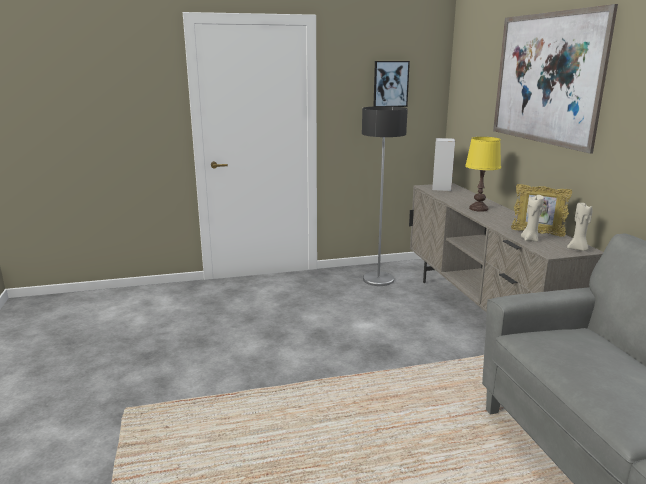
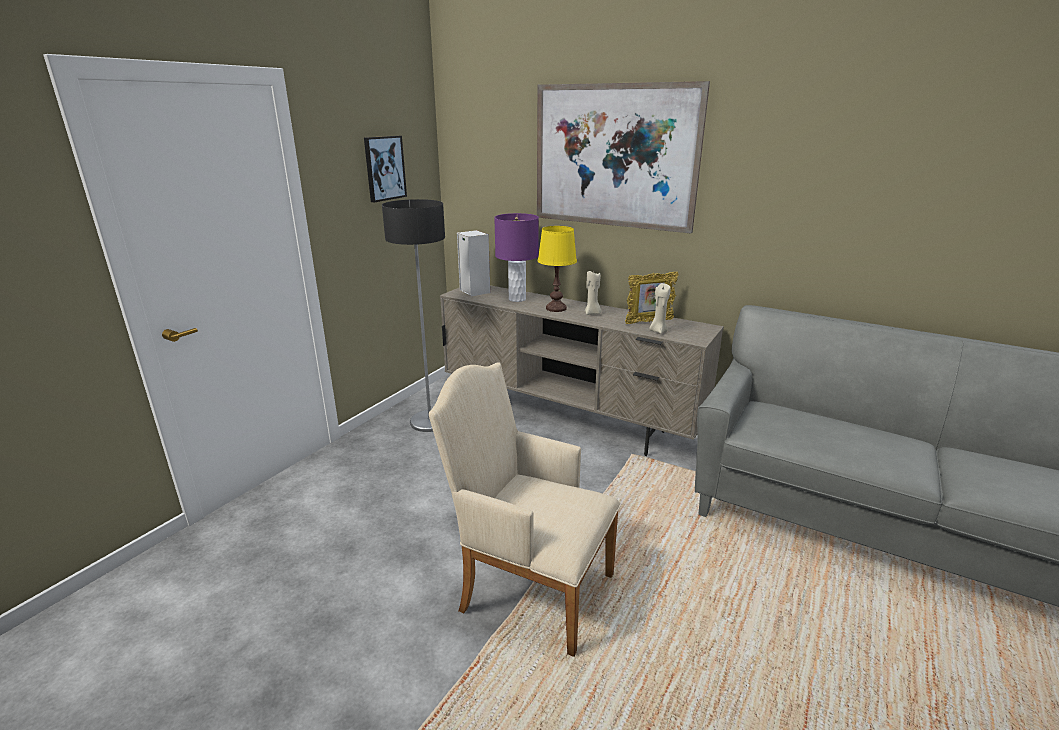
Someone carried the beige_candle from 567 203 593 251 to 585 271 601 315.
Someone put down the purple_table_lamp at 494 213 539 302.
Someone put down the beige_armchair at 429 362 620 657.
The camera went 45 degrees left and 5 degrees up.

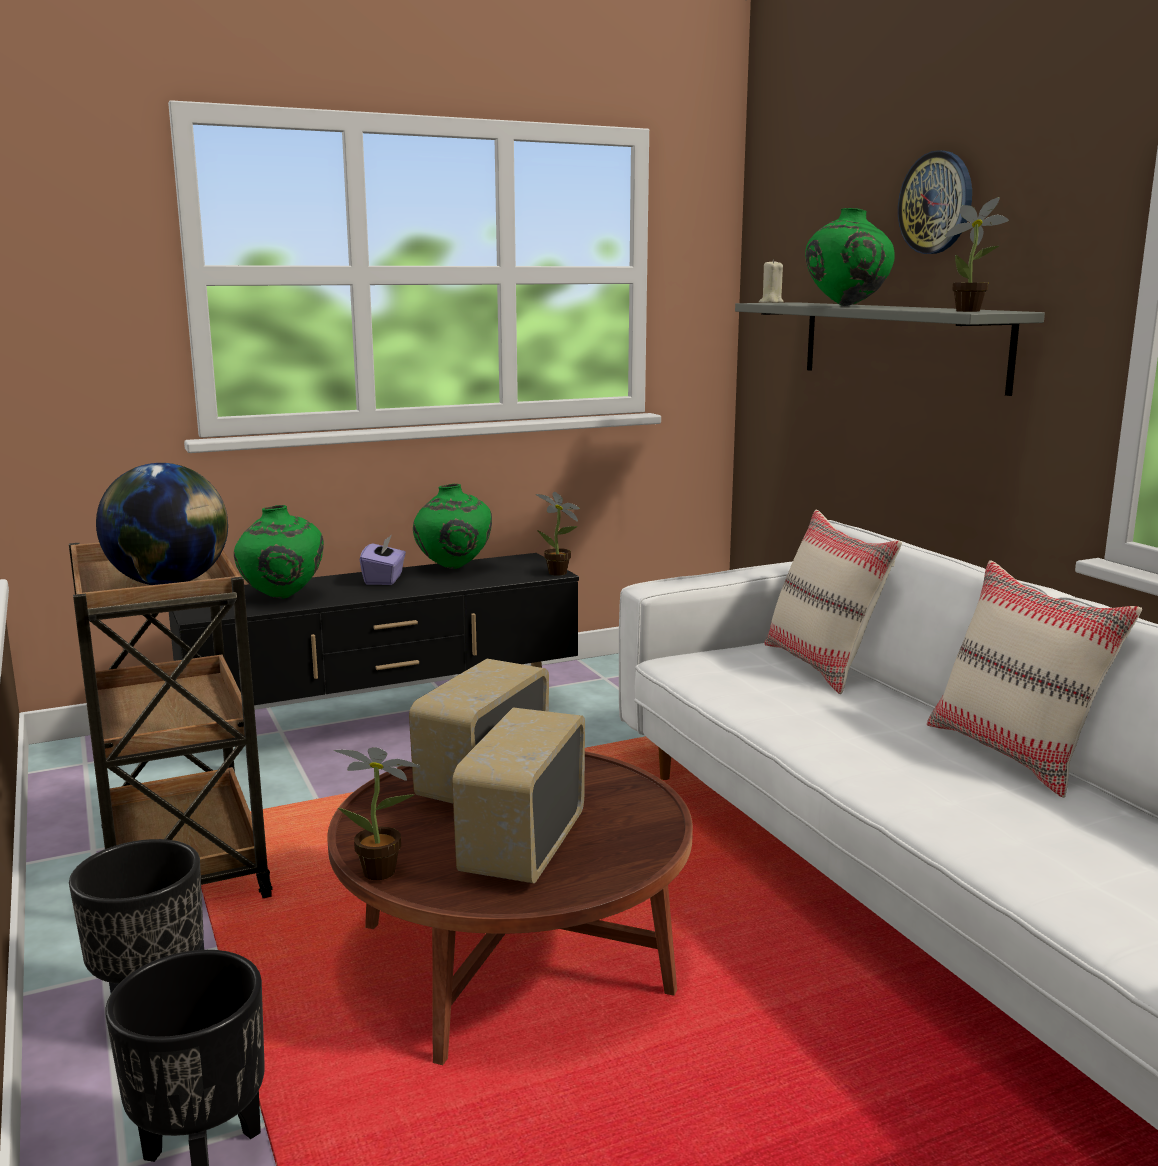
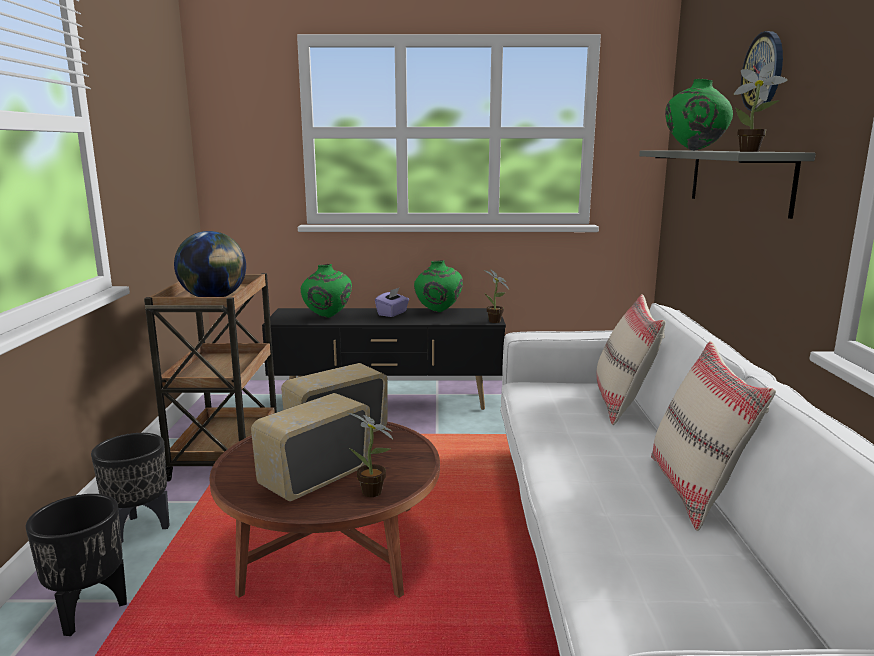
Someone took away the beige_candle at 759 259 784 303.
Someone carried the potted_plant from 334 747 420 880 to 348 413 393 497.
The camera went 25 degrees right and 0 degrees up.

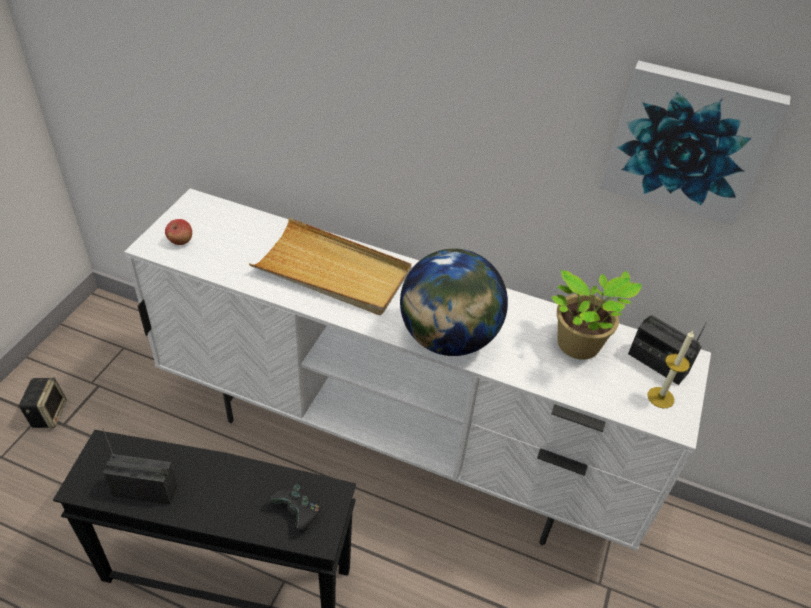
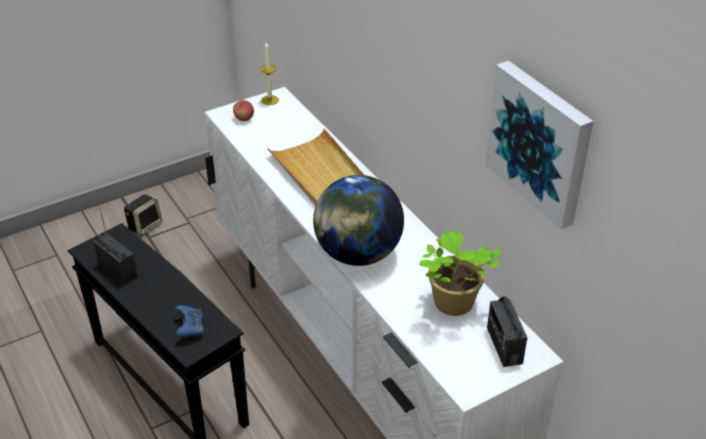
Someone carried the candle from 648 331 694 408 to 260 42 279 105.
Someone repainted the black_game_controller at 268 484 321 531, which became the blue_game_controller at 175 305 204 337.
The camera went 40 degrees right and 5 degrees down.

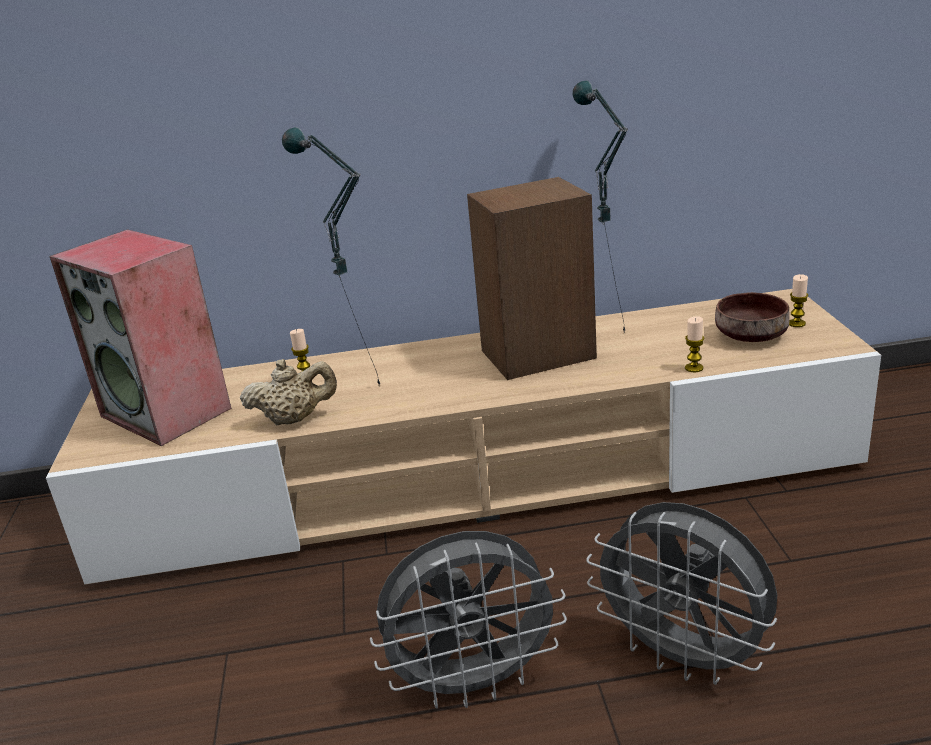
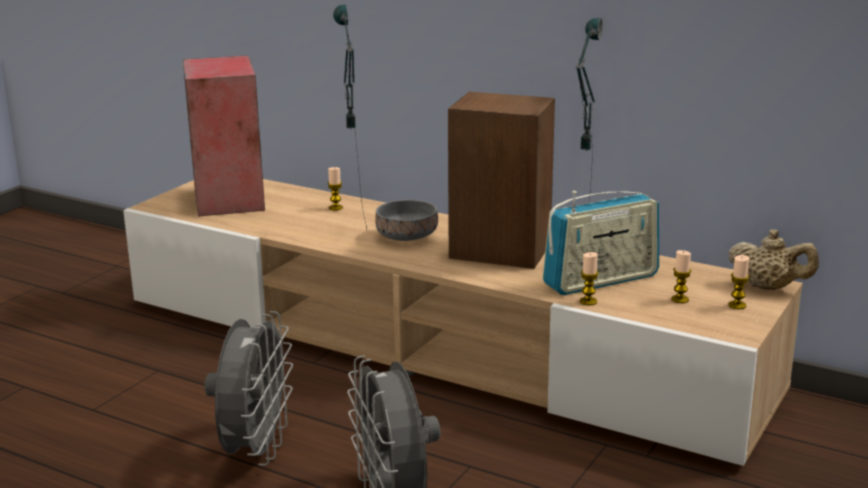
Someone swapped the brown_bowl at 715 292 790 342 for the candle at 671 250 691 303.
Someone carried the beige_teapot from 240 359 337 425 to 728 229 819 290.
Someone rotated the grey_fan at 370 531 567 708 by 105 degrees counterclockwise.
Someone put down the radio at 543 191 659 295.
Someone put down the grey_bowl at 375 200 438 241.
The camera went 35 degrees right and 5 degrees down.

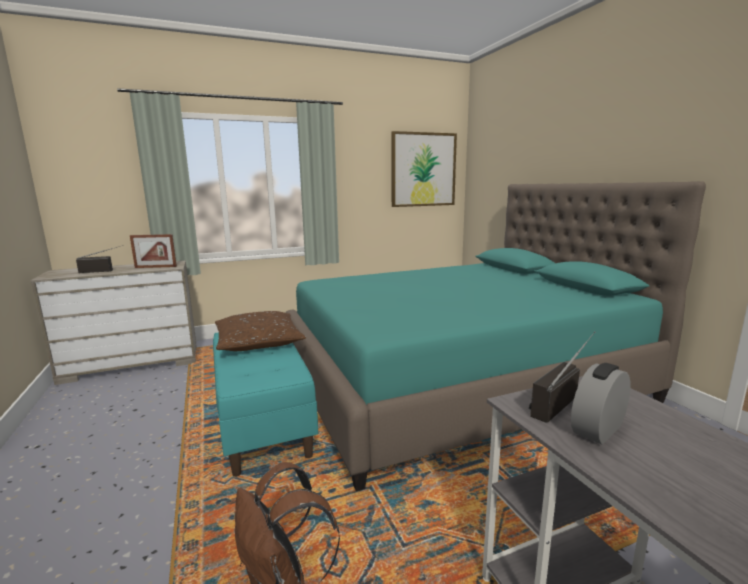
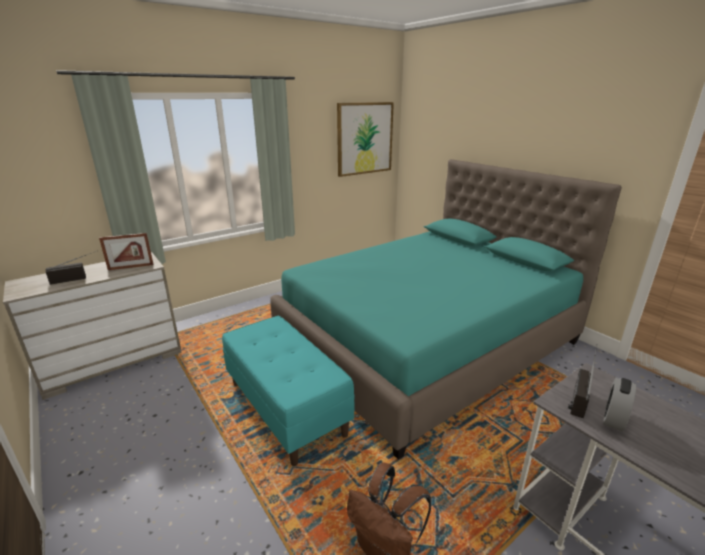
Someone took away the brown_pillow at 215 311 306 351.
The camera went 15 degrees left and 10 degrees up.

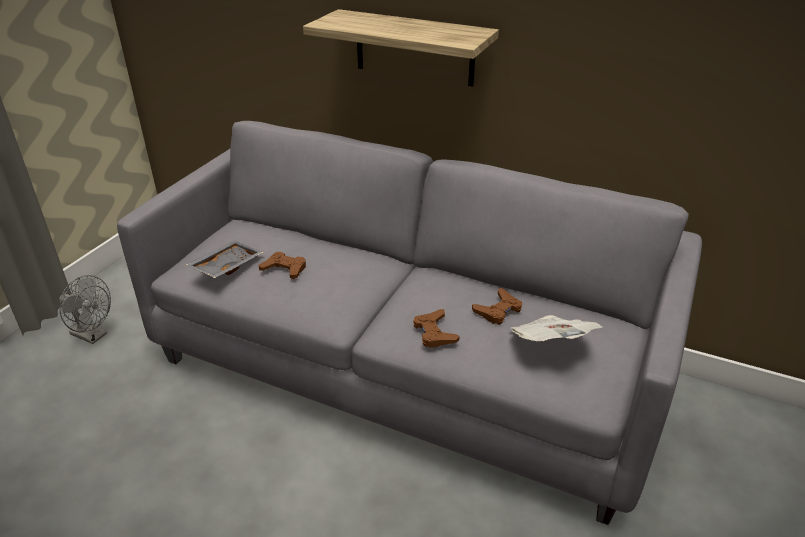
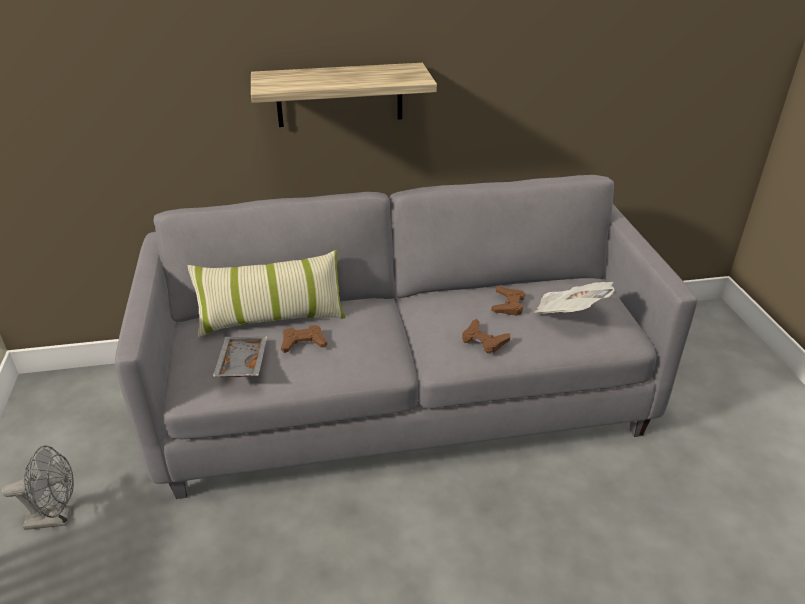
Someone put down the pillow at 188 250 346 338.
The camera went 35 degrees left and 0 degrees up.

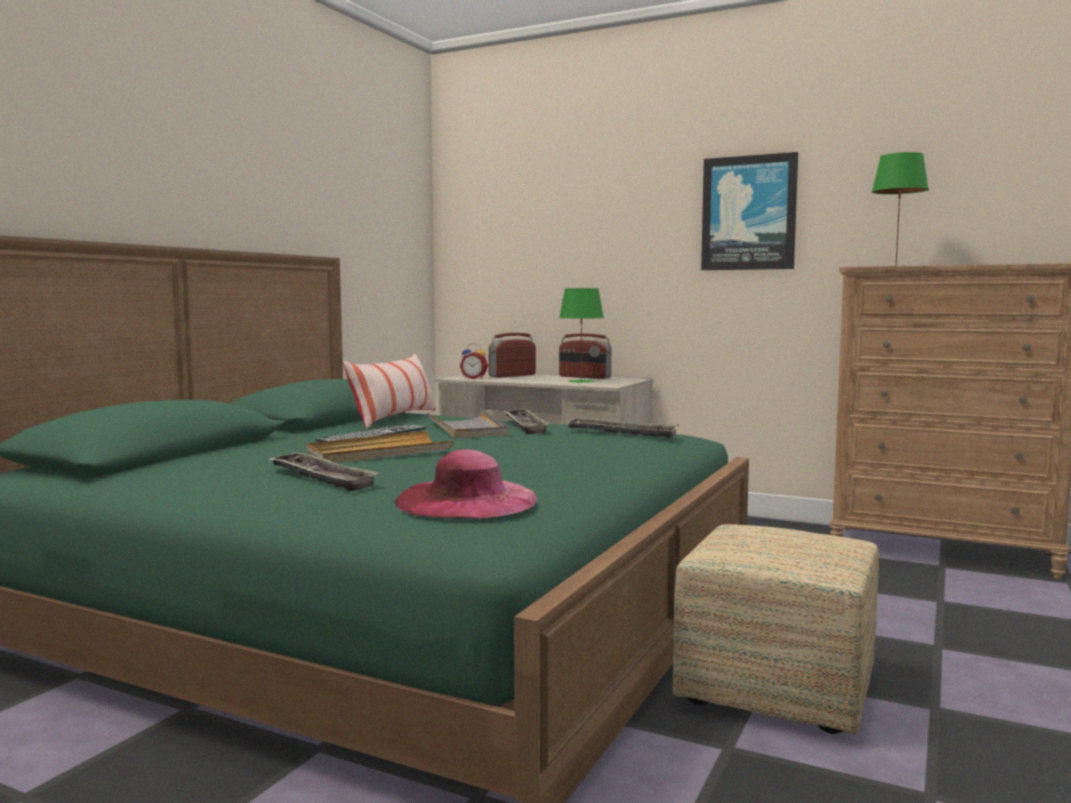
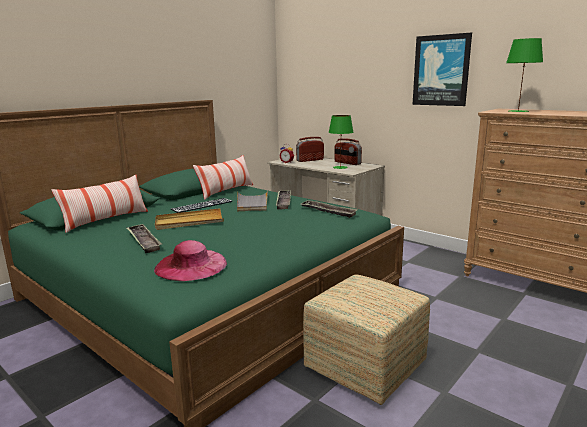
Someone put down the pillow at 52 175 148 233.
The camera went 15 degrees right and 10 degrees up.

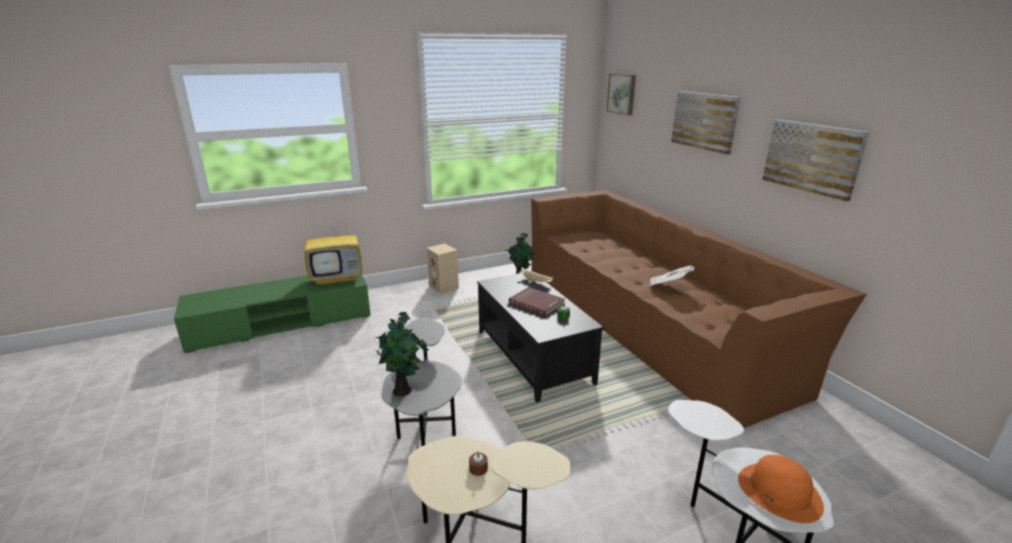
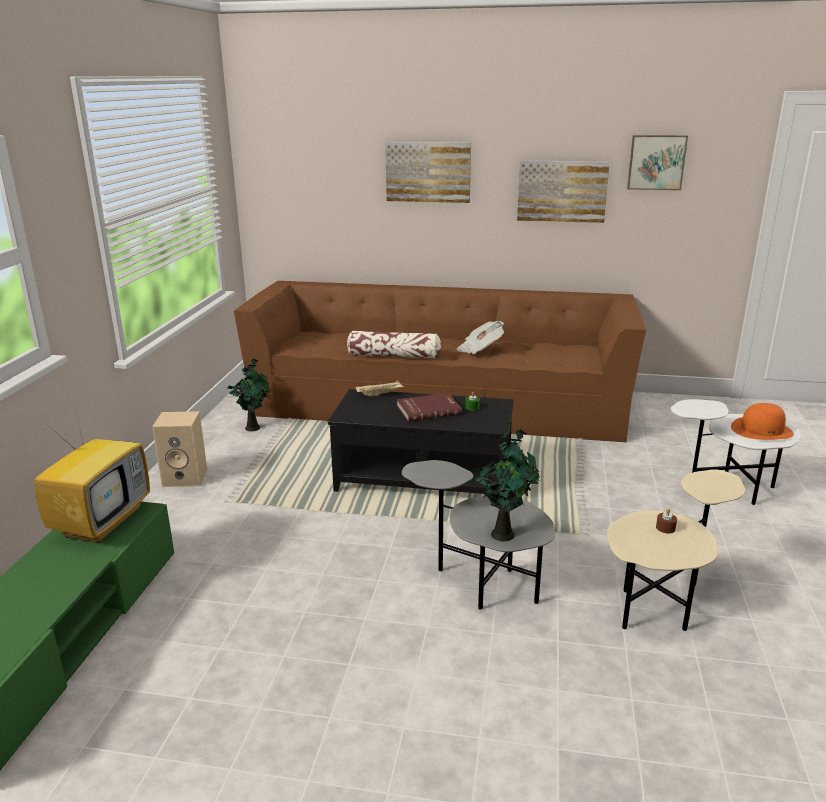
Someone carried the picture from 607 74 636 115 to 627 135 688 190.
Someone put down the pillow at 347 330 441 359.
The camera went 55 degrees left and 0 degrees up.

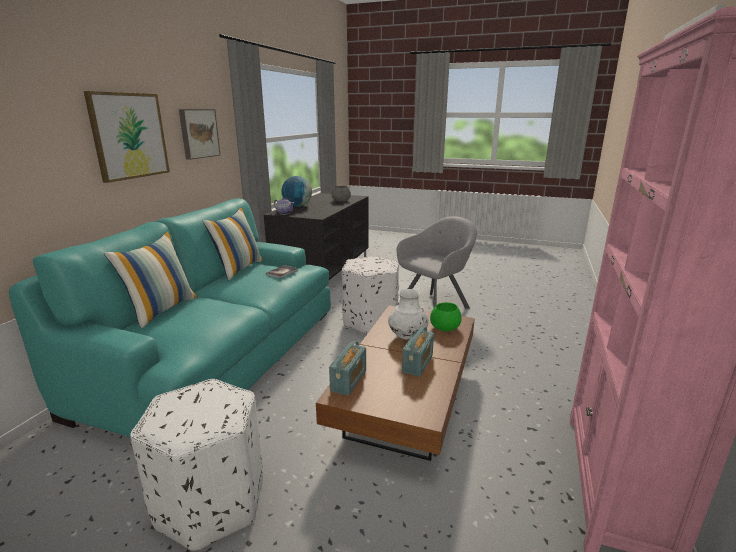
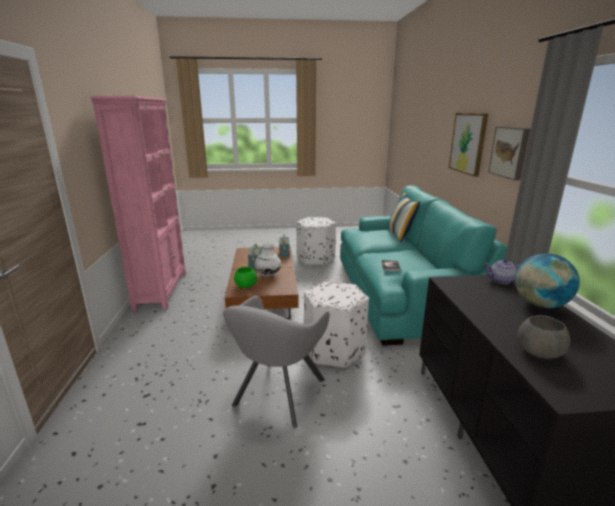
Someone took away the pillow at 203 207 263 280.
The camera went 155 degrees right and 0 degrees up.

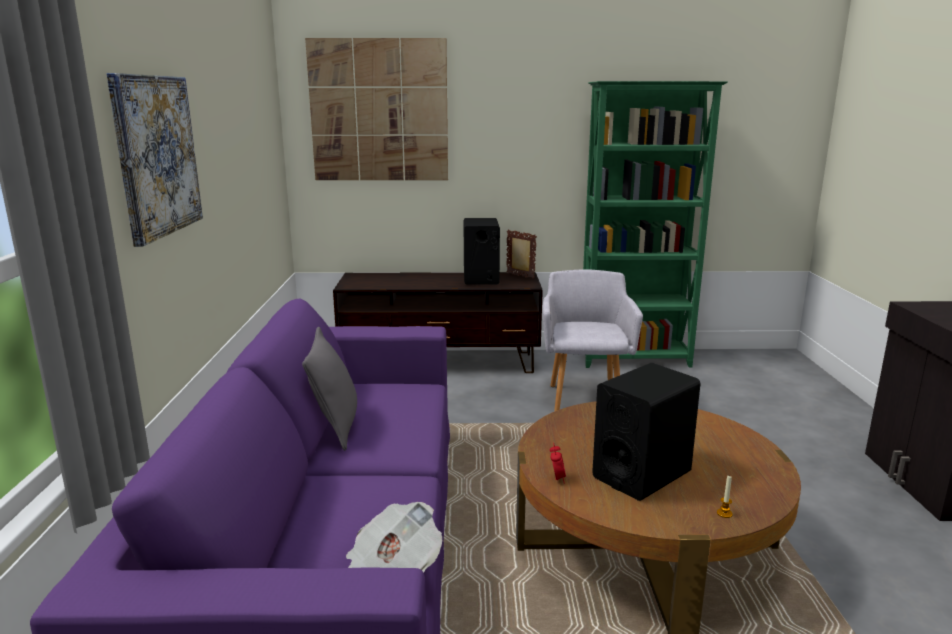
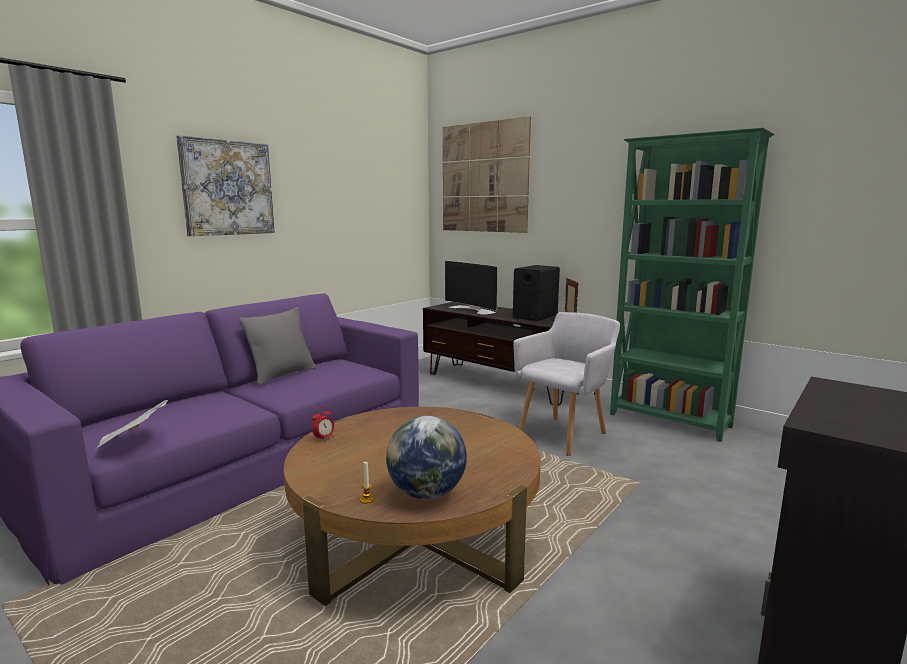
Someone took away the black_speaker at 592 363 701 501.
Someone put down the television at 445 261 498 315.
Someone put down the globe at 386 416 467 499.
The camera went 40 degrees right and 5 degrees down.

